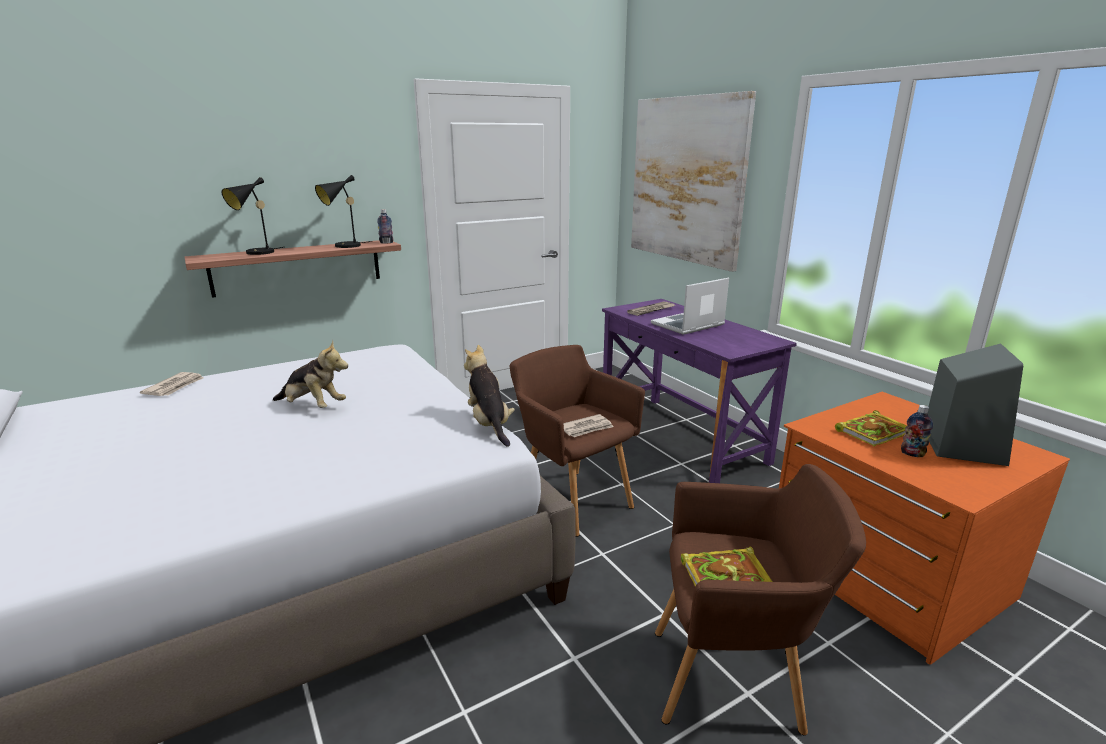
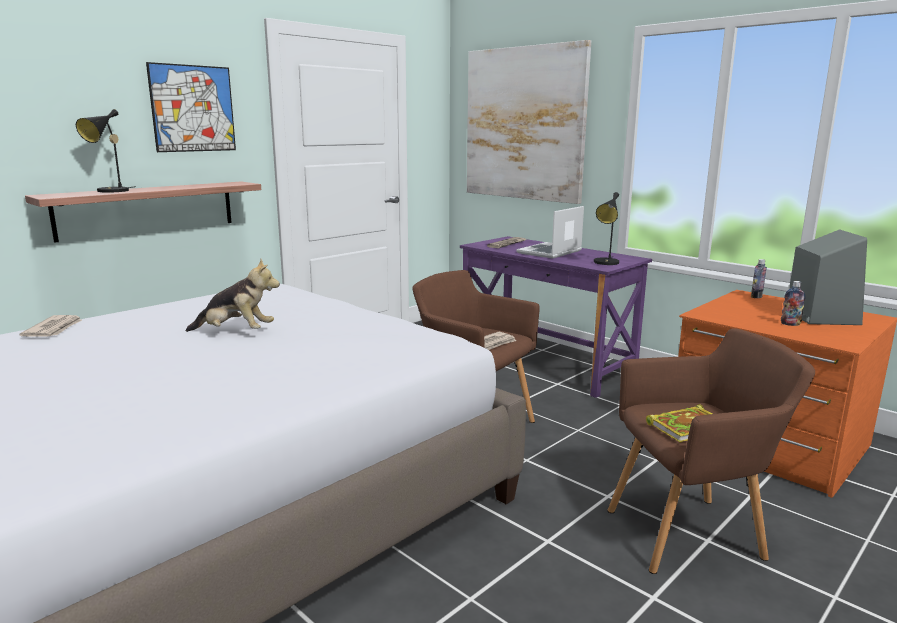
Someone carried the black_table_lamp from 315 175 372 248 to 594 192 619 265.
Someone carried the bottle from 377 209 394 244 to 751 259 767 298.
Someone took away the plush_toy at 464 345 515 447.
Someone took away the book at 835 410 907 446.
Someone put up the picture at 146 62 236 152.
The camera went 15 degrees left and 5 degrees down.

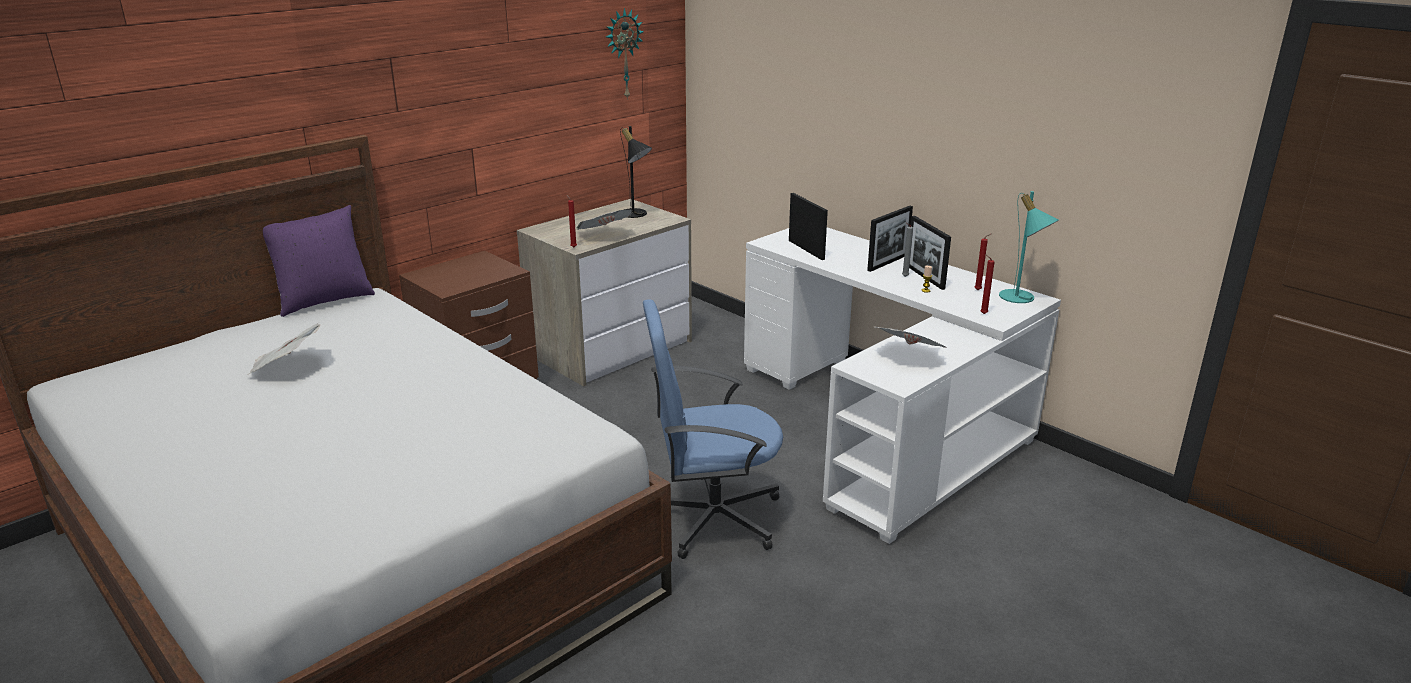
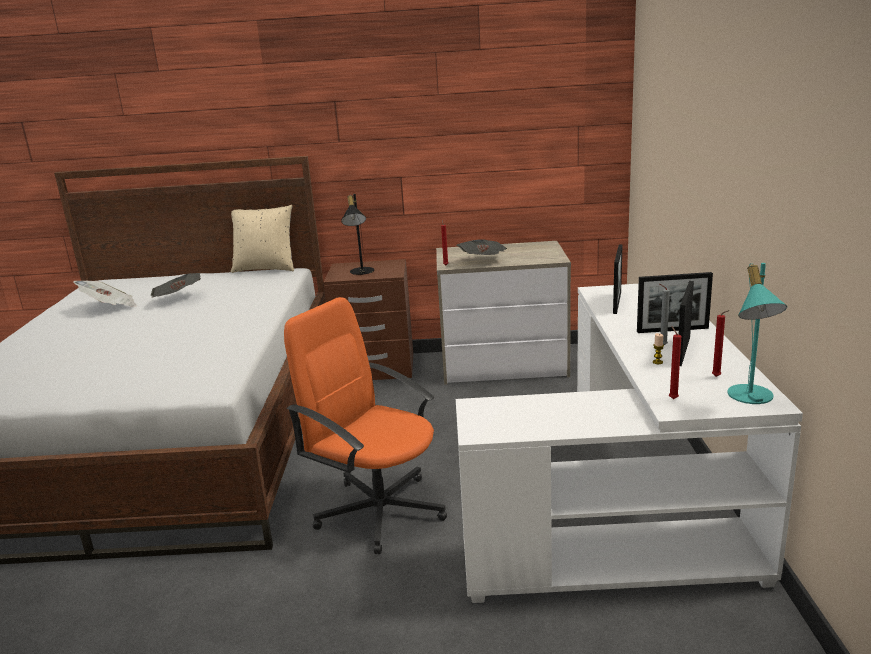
Someone took away the wall_clock at 606 8 644 100.
Someone carried the black_table_lamp from 620 126 652 218 to 341 194 374 275.
Someone repainted the purple_pillow at 263 205 375 317, which became the beige_pillow at 231 205 294 273.
Someone repainted the blue_office_chair at 643 299 783 559, which became the orange_office_chair at 284 297 447 554.
Someone carried the newspaper from 873 326 947 348 to 74 281 137 307.
The camera went 45 degrees right and 5 degrees down.

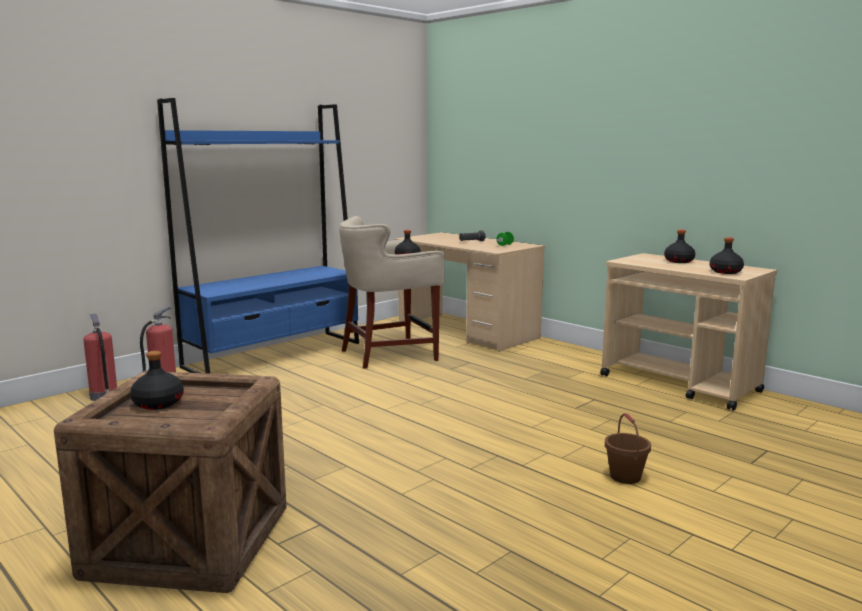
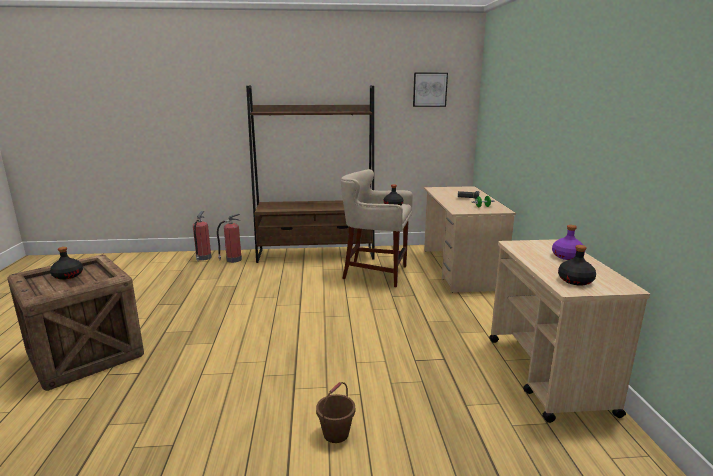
Someone repainted the blue_bookcase at 157 98 359 374, which became the brown_bookcase at 246 85 374 263.
Someone repainted the black_bottle at 664 230 695 263, which became the purple_bottle at 552 225 585 260.
Someone put up the picture at 413 73 448 107.
The camera went 40 degrees right and 5 degrees up.

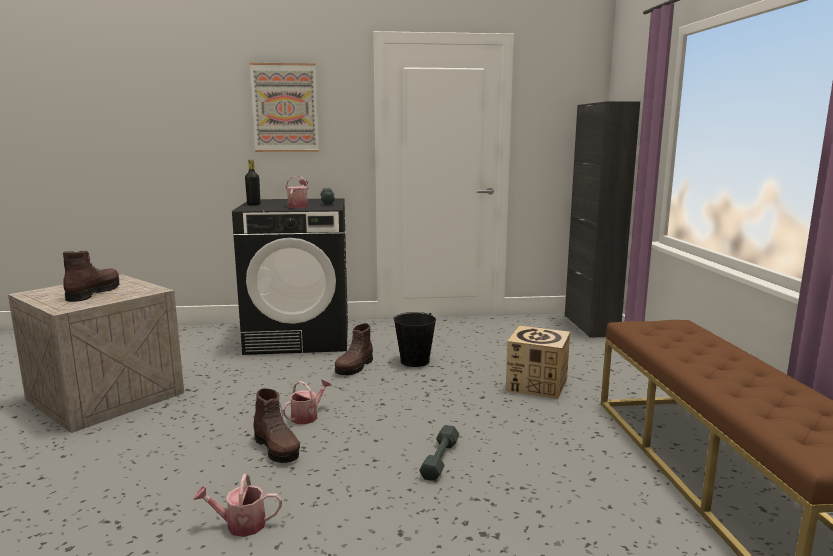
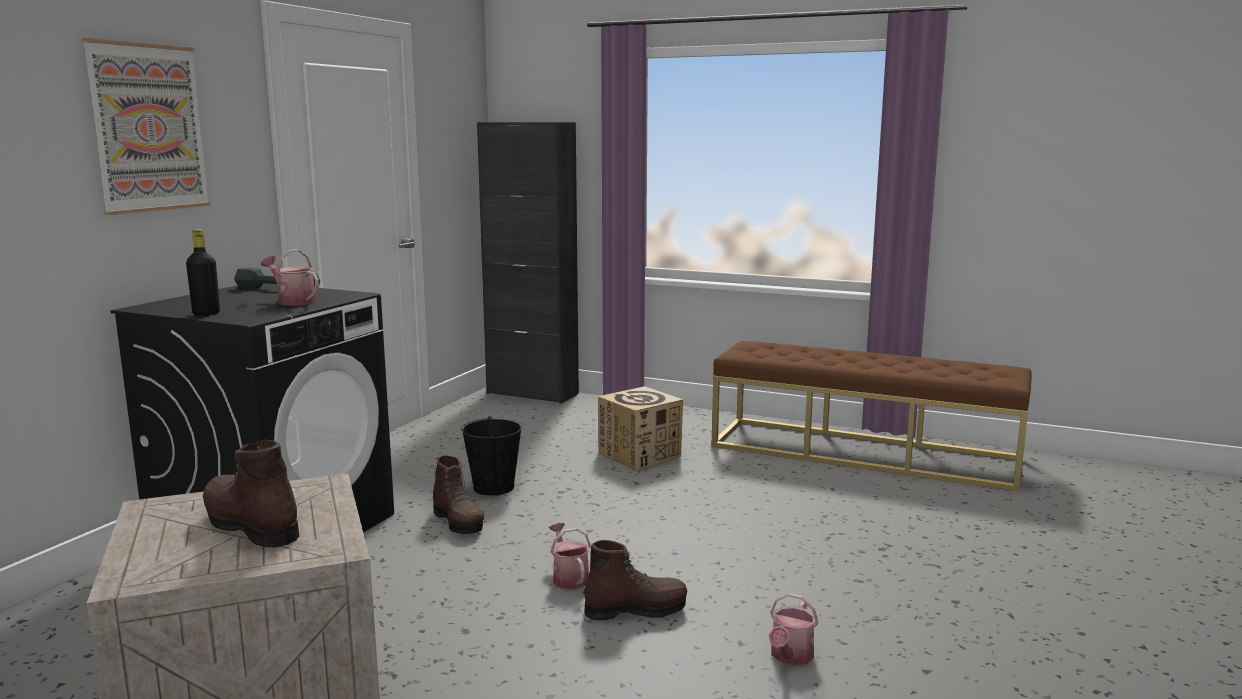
Someone took away the grey_dumbbell at 419 425 459 481.
The camera went 60 degrees left and 0 degrees up.

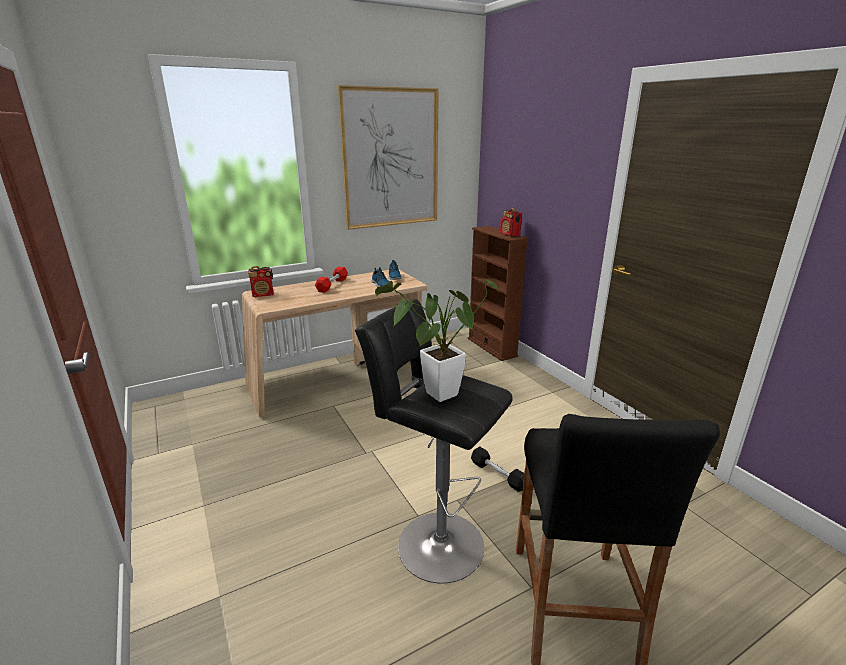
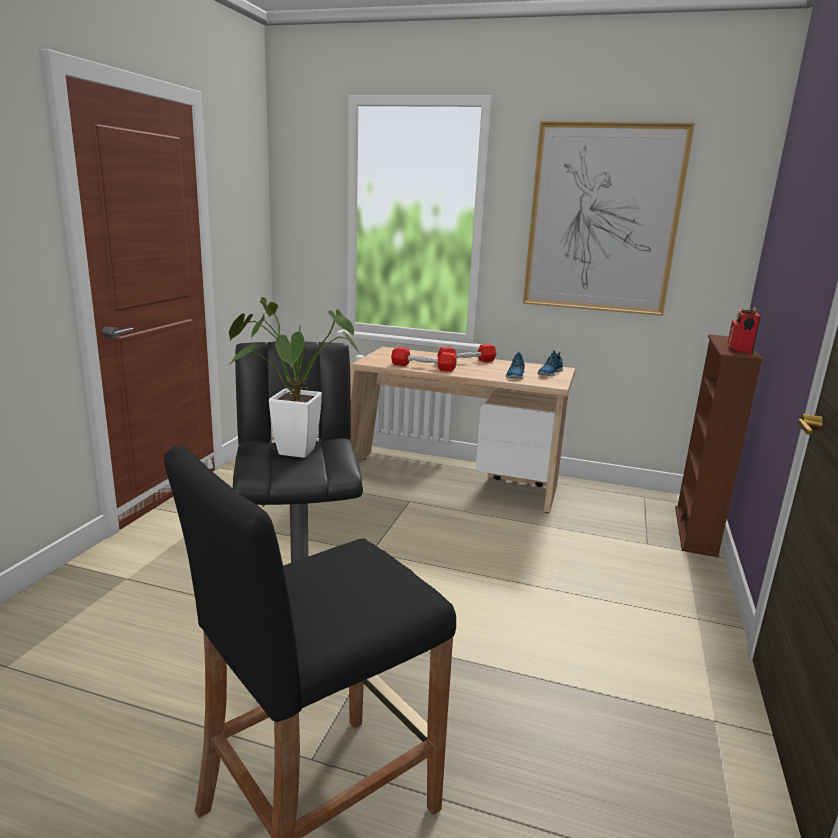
Someone took away the radio at 248 266 273 297.
Someone took away the black_dumbbell at 471 446 524 492.
Someone put down the red_dumbbell at 391 347 457 372.
The camera went 45 degrees right and 5 degrees down.

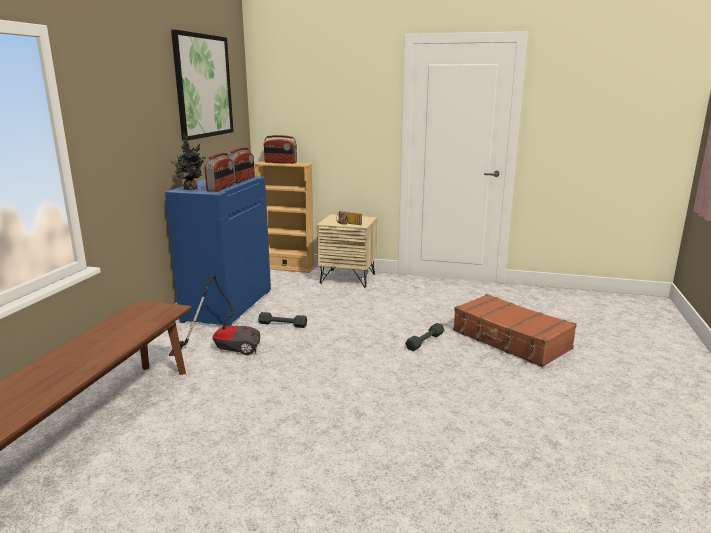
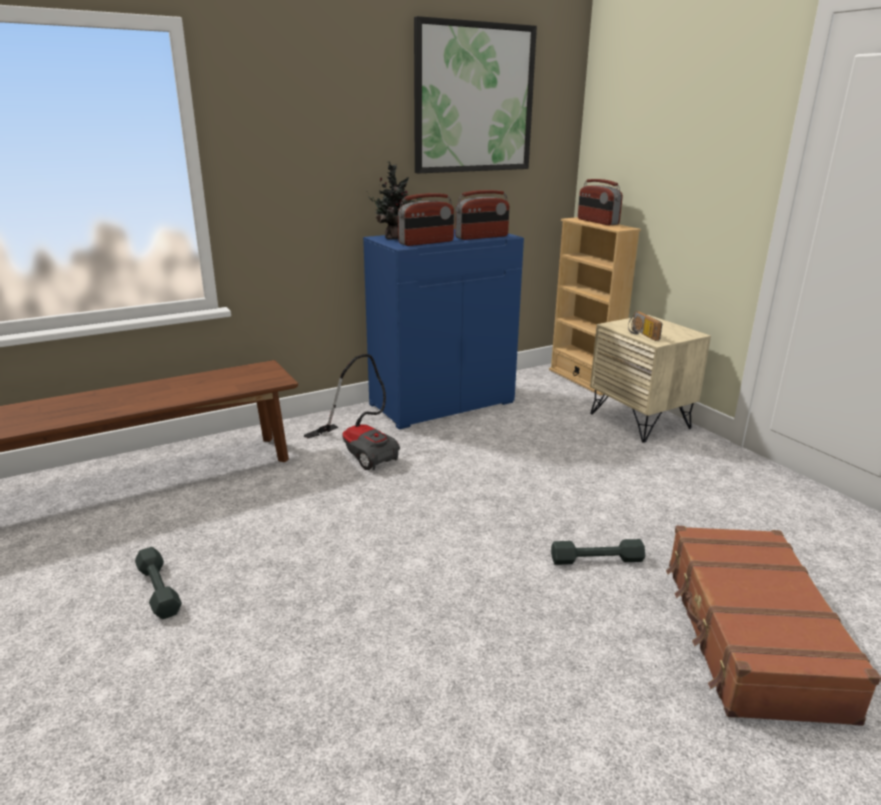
Someone carried the grey_dumbbell from 258 312 307 328 to 135 547 182 619.
The camera went 45 degrees right and 5 degrees up.

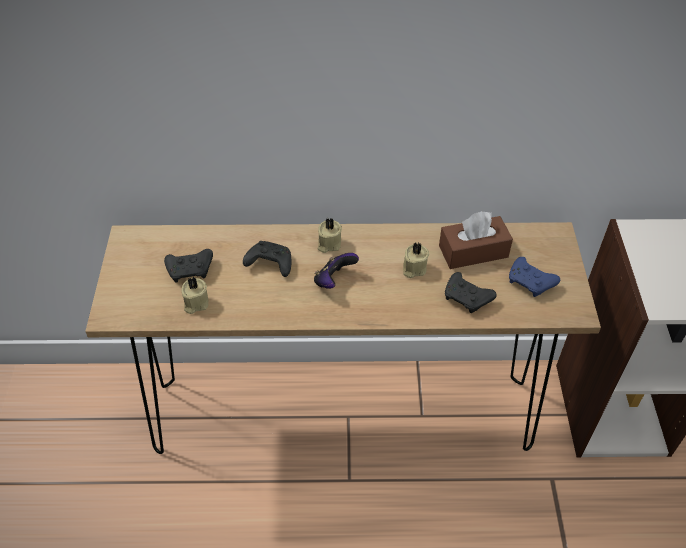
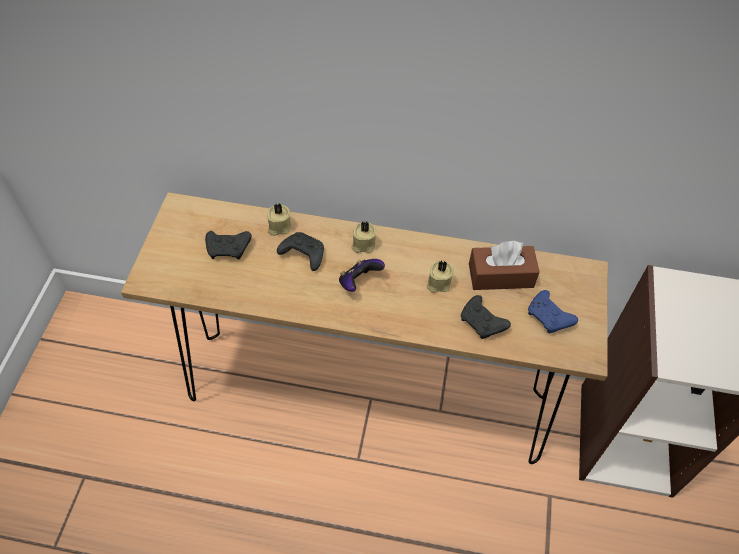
Someone carried the beige_candle from 182 277 209 314 to 268 203 291 236.
The camera went 10 degrees right and 5 degrees up.

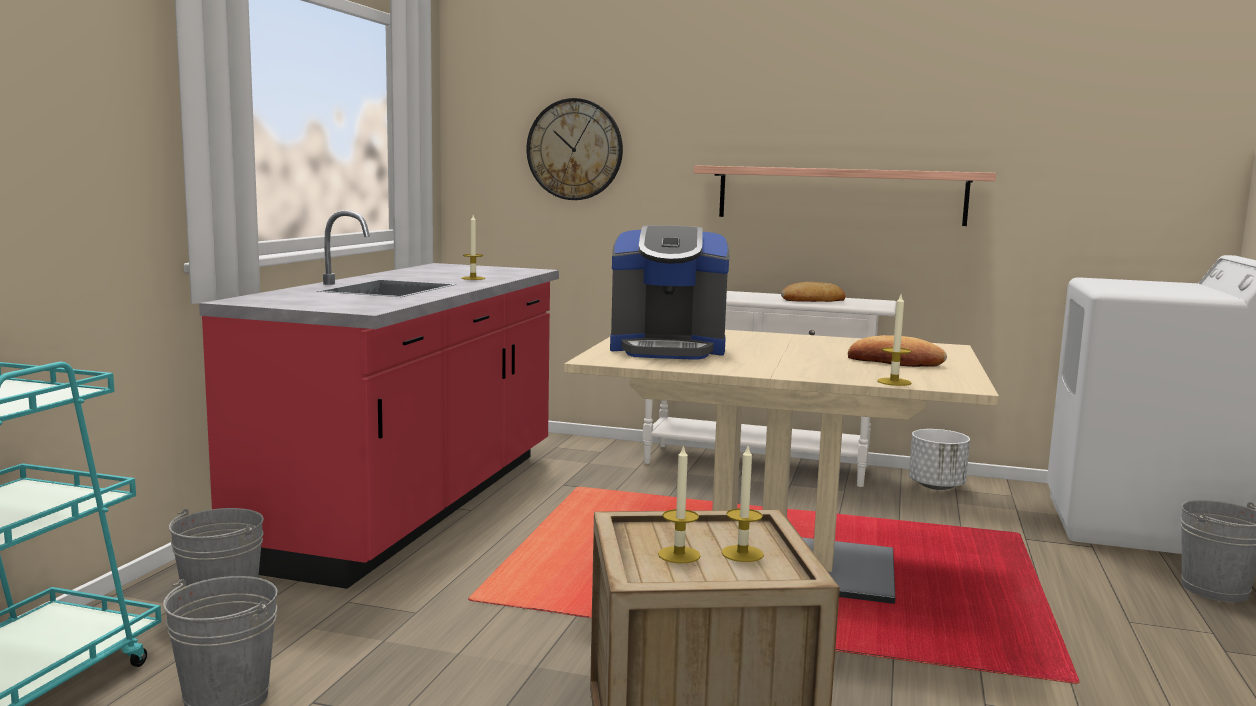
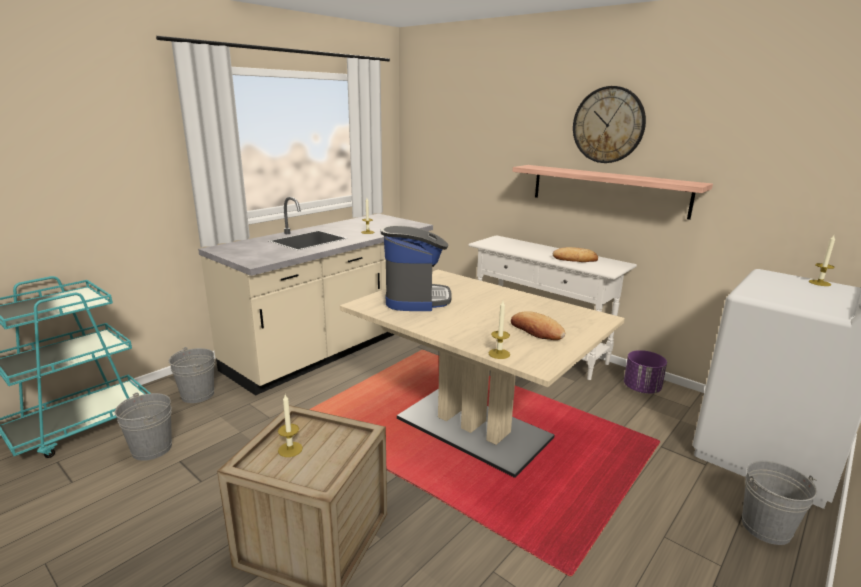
Someone carried the wall_clock from 527 98 623 200 to 573 86 646 163.
Someone repainted the red_counter at 199 210 559 589, which became the beige_counter at 198 197 433 395.
Someone rotated the coffee_machine at 610 225 729 360 by 120 degrees counterclockwise.
Someone repainted the white_planter at 909 429 970 490, which became the purple_planter at 624 350 667 394.
Someone carried the candle from 721 446 764 562 to 809 235 835 286.
The camera went 25 degrees right and 10 degrees up.

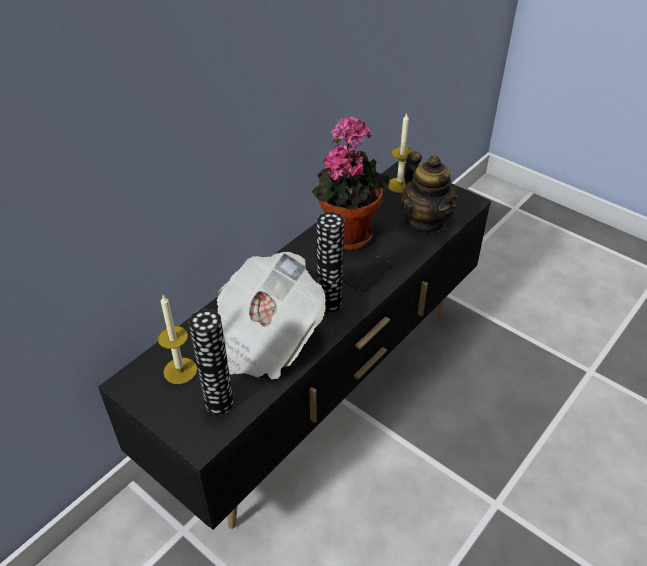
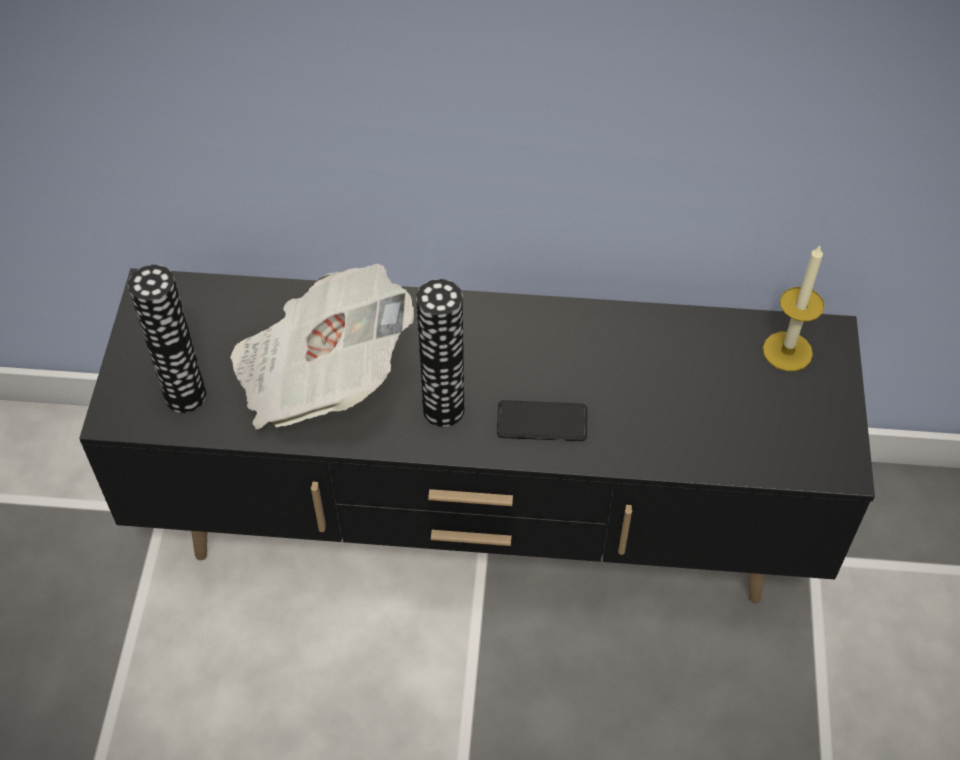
Someone took away the potted_plant at 312 117 390 250.
Someone took away the teapot at 401 151 458 233.
Someone took away the candle at 158 295 197 384.
The camera went 55 degrees right and 10 degrees up.

